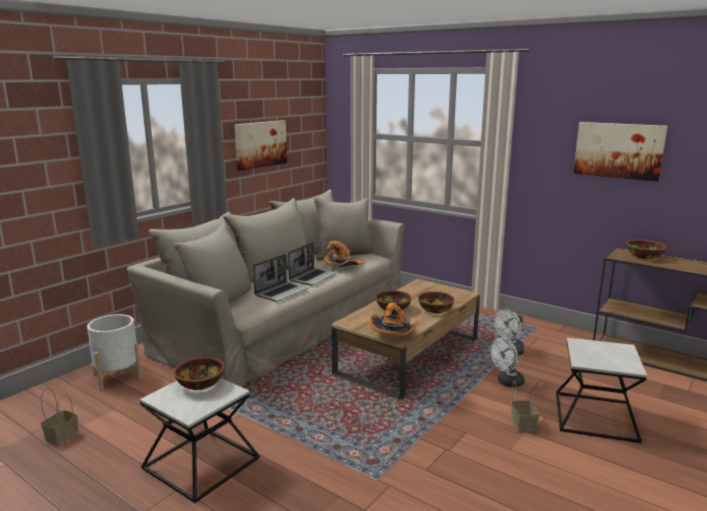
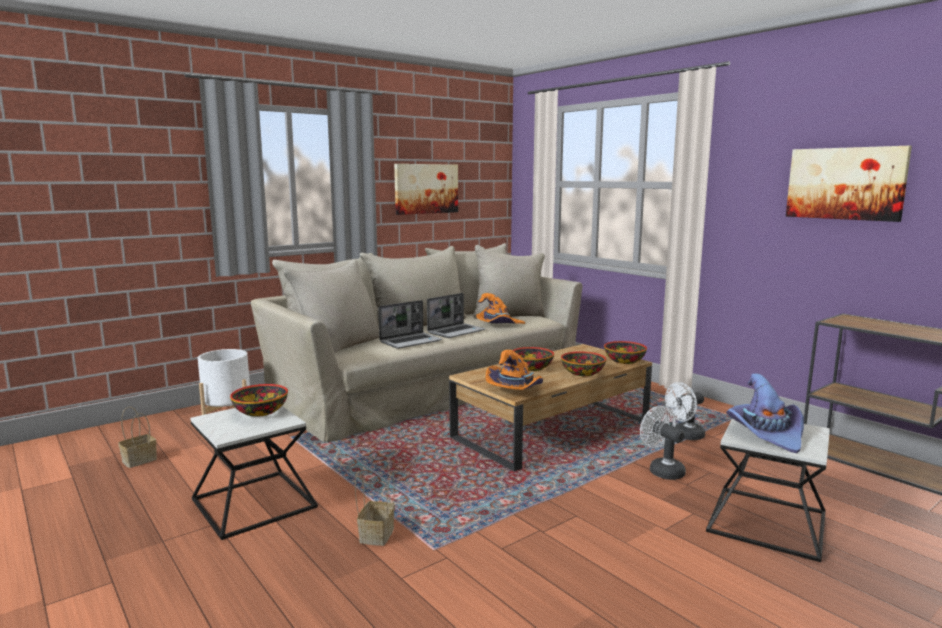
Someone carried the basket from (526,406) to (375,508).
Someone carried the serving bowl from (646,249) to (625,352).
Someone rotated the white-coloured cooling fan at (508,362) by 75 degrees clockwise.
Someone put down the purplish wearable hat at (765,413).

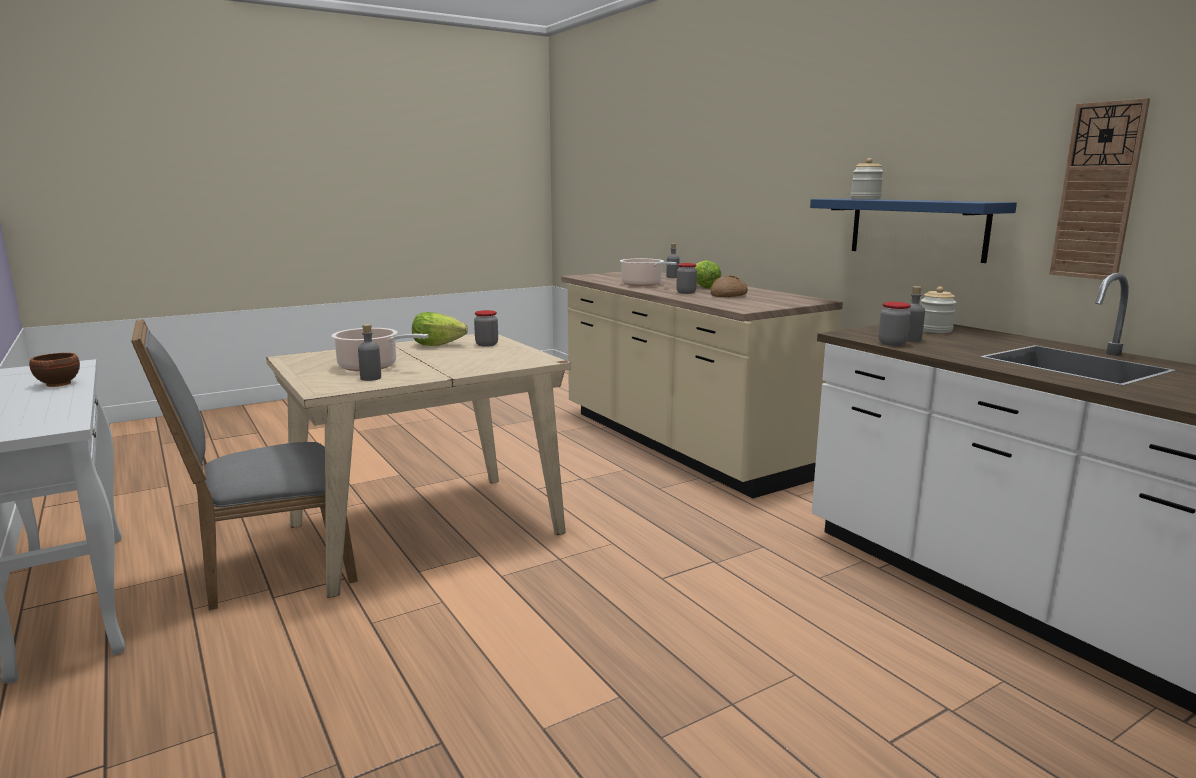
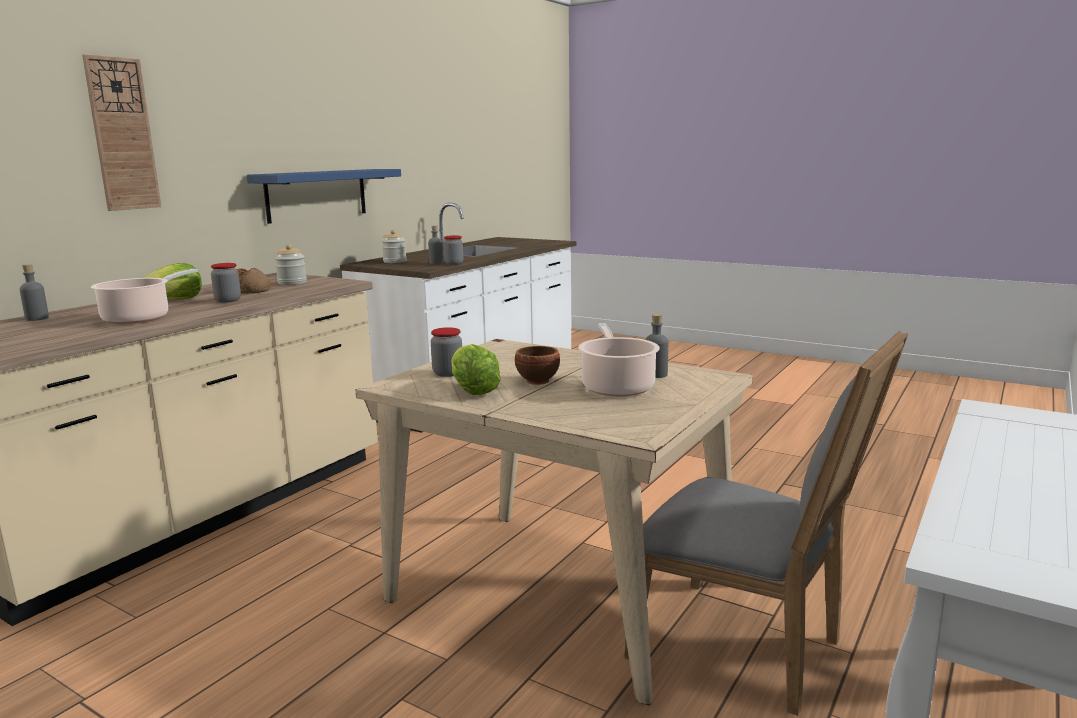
Someone carried the clock on the wall from (1099,189) to (121,132).
Someone carried the storage jar from (867,178) to (291,264).
Someone carried the brownish serving bowl from (54,370) to (537,365).

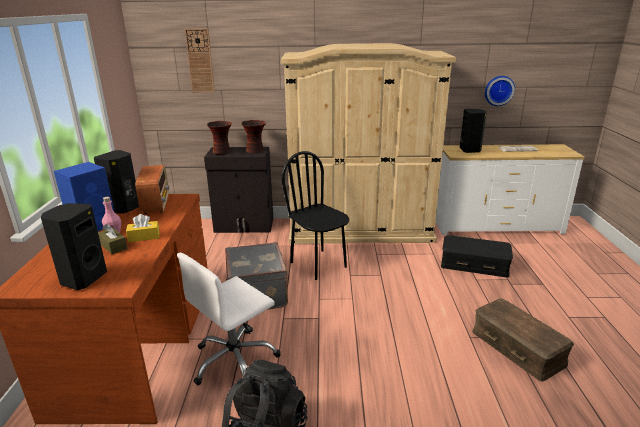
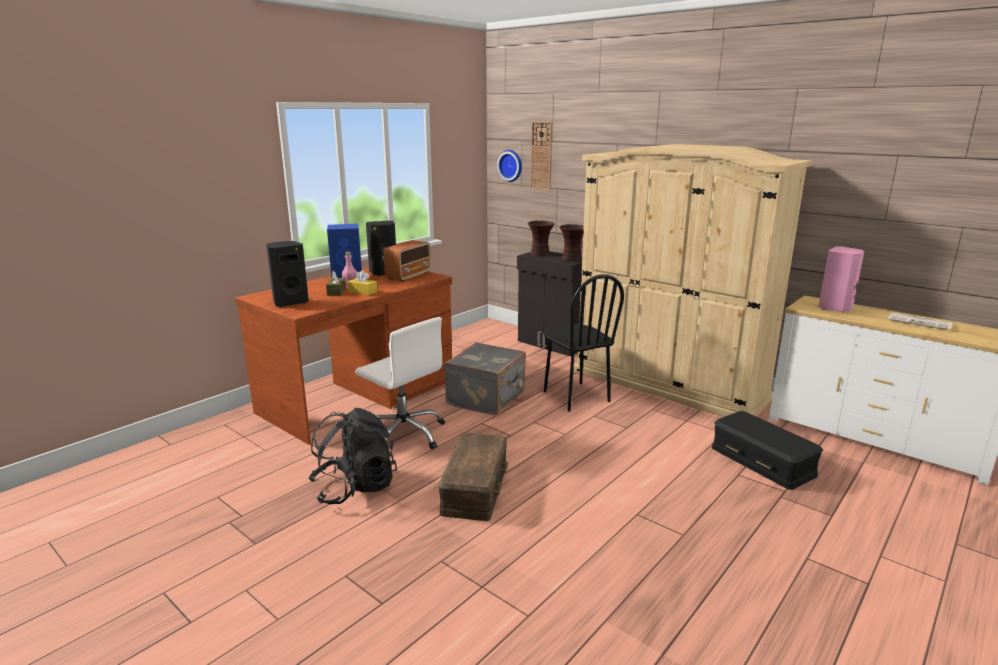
Someone rotated the white-coloured office chair at (229,319) by 135 degrees counterclockwise.
Someone carried the brownish storage bin from (523,340) to (473,477).
Someone carried the clock on the wall from (500,91) to (509,166).
Someone rotated the black chair at (315,215) by 150 degrees clockwise.
Someone repainted the black audio speaker at (473,131), which became the pink-coloured audio speaker at (841,280).

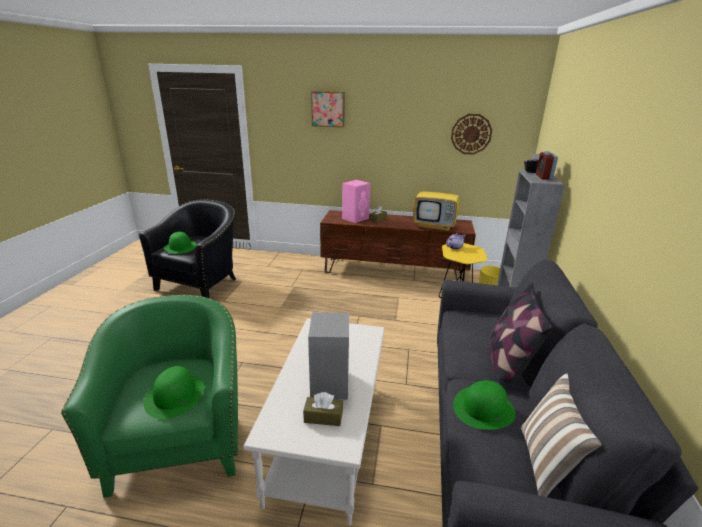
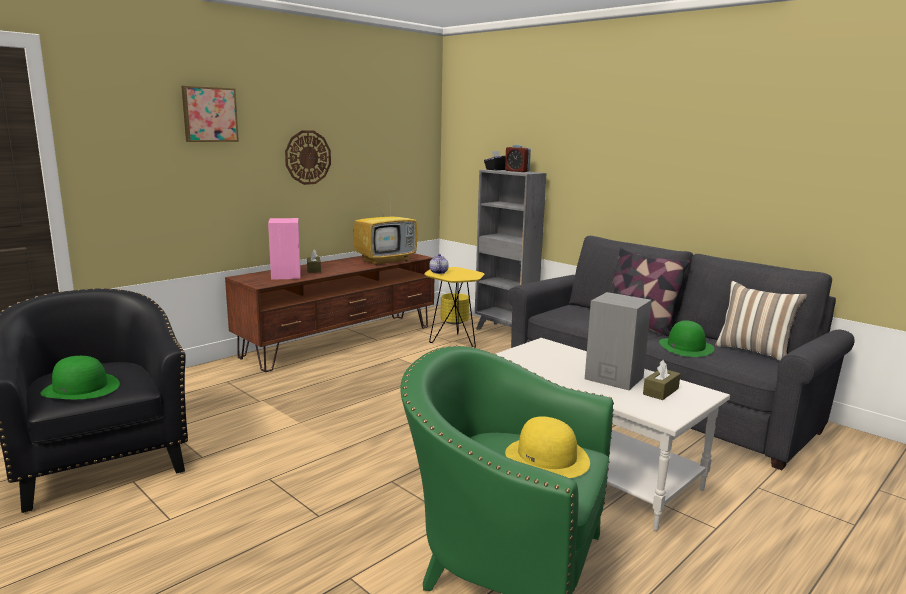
Someone carried the clock on the wall from (471,134) to (308,157).
Someone repainted the green wearable hat at (174,392), which became the yellow-coloured wearable hat at (547,447).

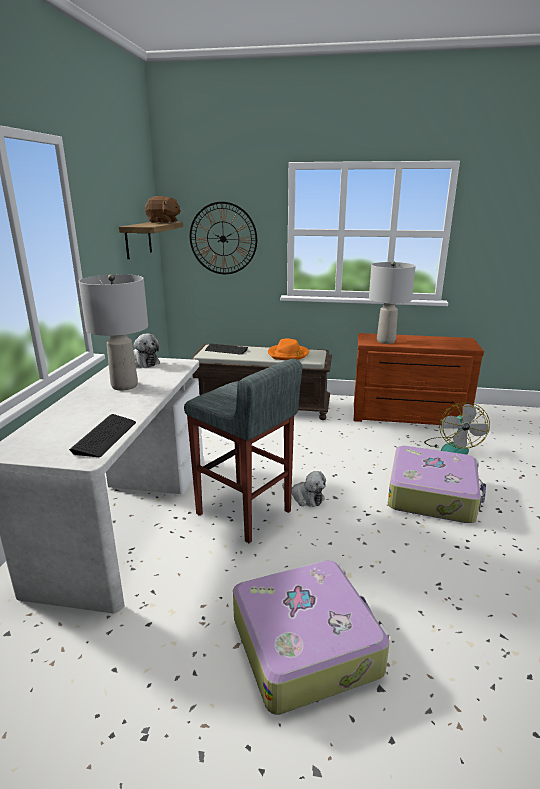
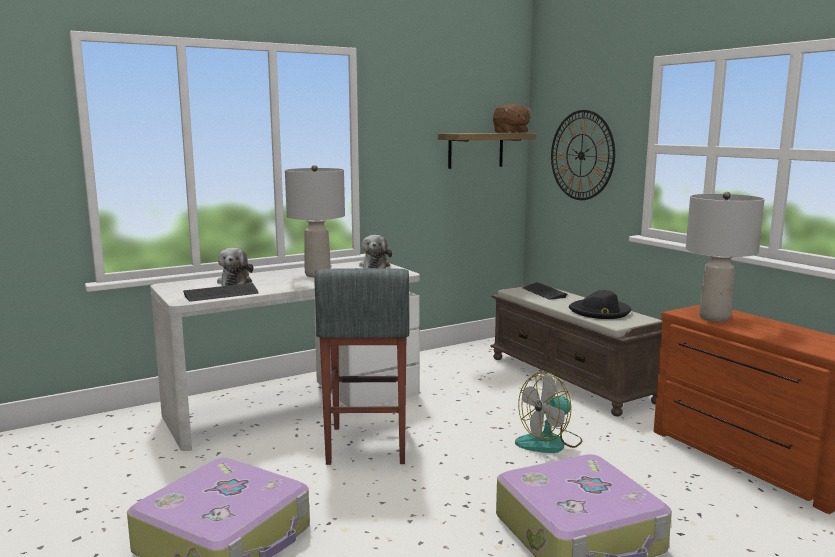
Someone carried the soft toy from (304,489) to (235,267).
Someone carried the cooling fan from (457,428) to (548,412).
Someone repainted the orange wearable hat at (288,349), which became the black wearable hat at (600,304).

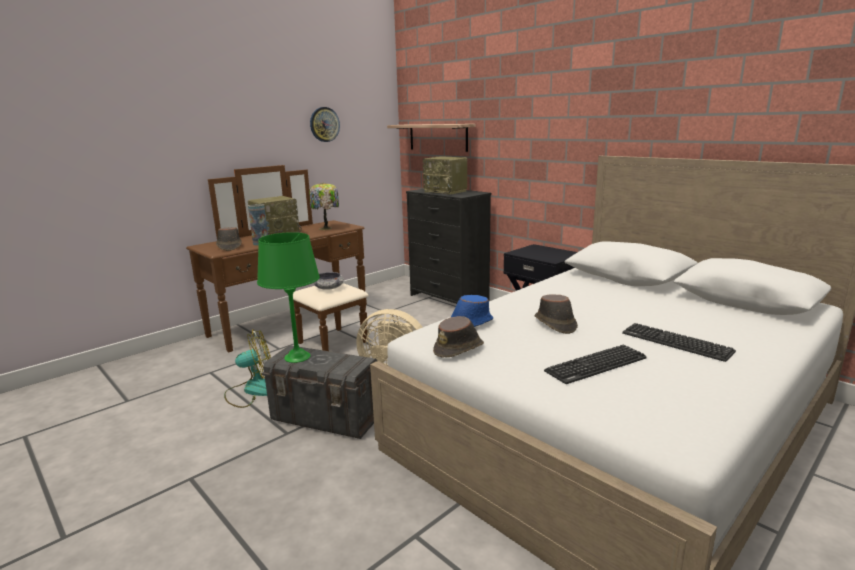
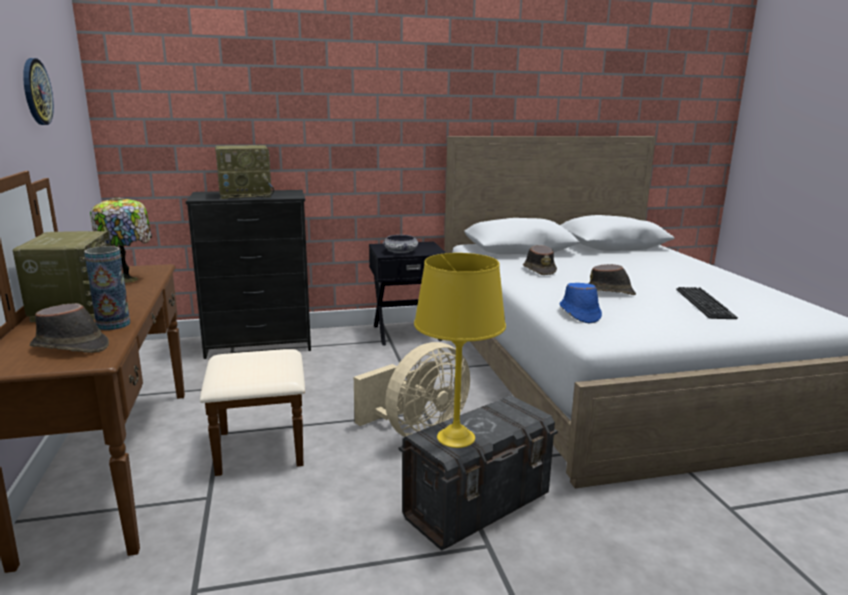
Someone carried the serving bowl from (328,281) to (400,244).
Someone repainted the green lamp for a table at (288,297), which became the yellow-coloured lamp for a table at (460,350).
Someone carried the brownish wearable hat from (458,337) to (540,260).
Someone took away the cooling fan at (247,368).
Someone took away the bracket shelf at (431,138).
Someone took away the PC keyboard at (679,342).

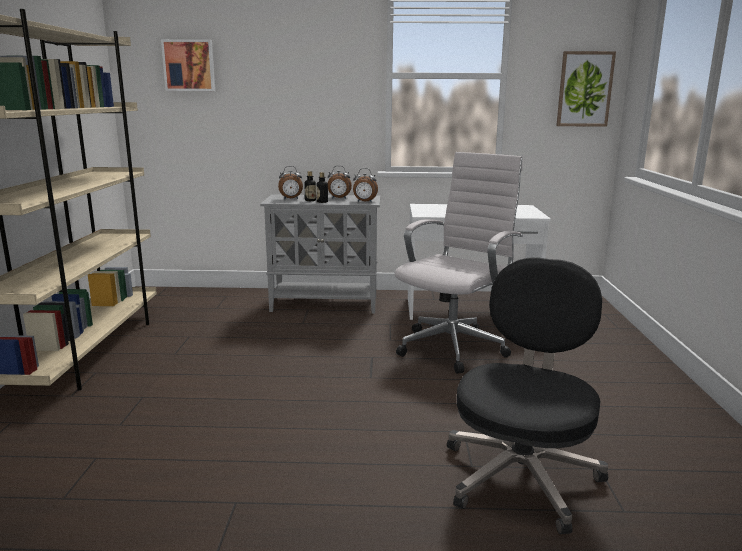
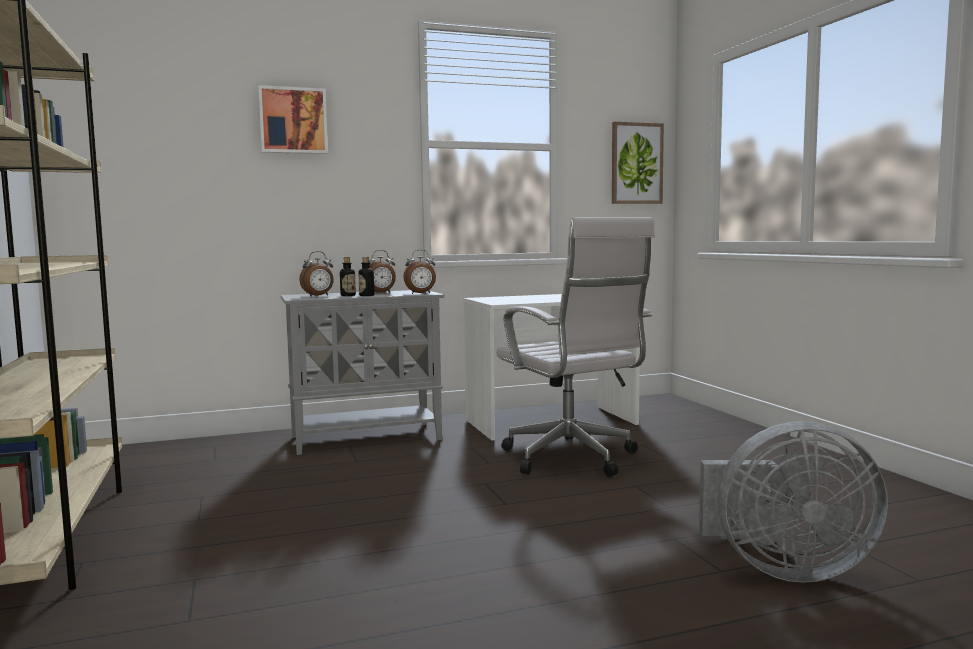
Someone carried the wall picture from (188,65) to (293,119).
Someone rotated the white-coloured office chair at (458,263) by 135 degrees clockwise.
Someone swapped the black office chair at (527,395) for the gray cooling fan at (793,502).

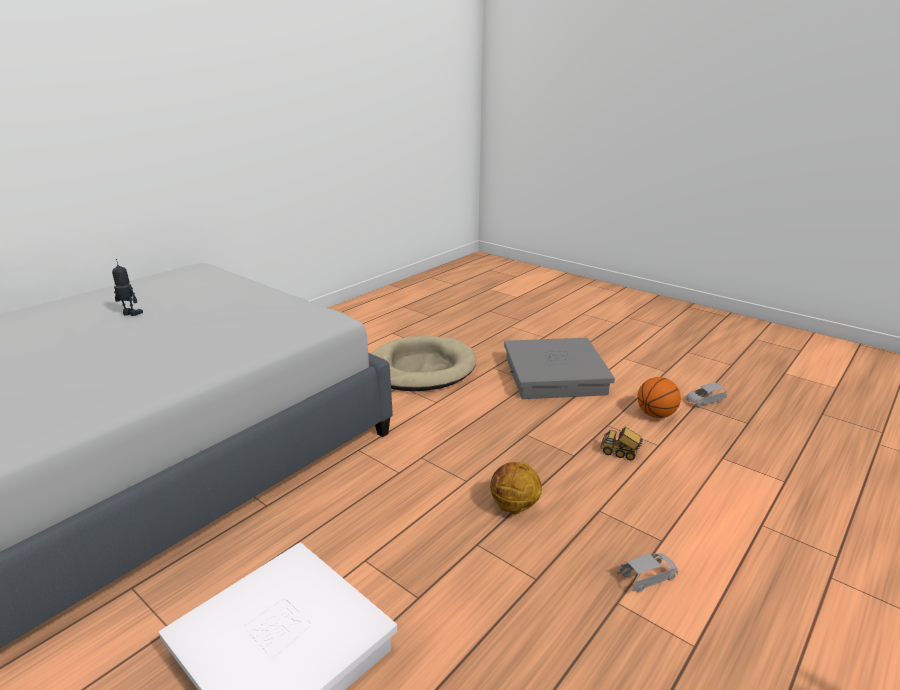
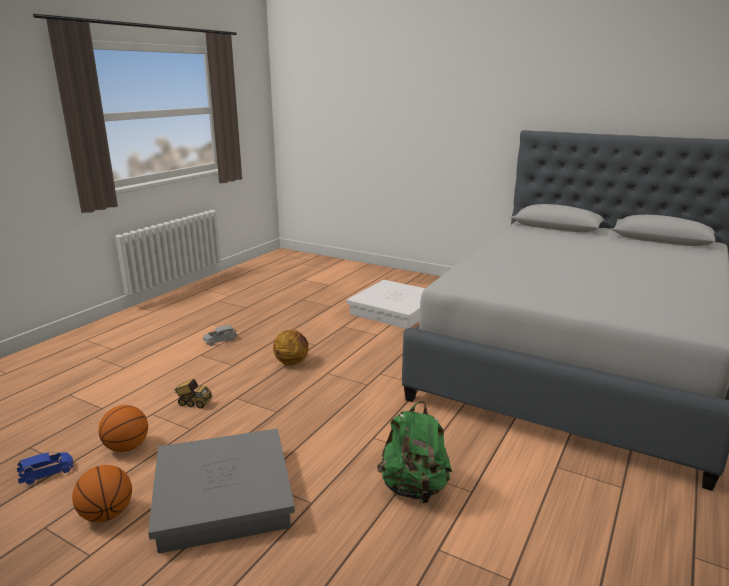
Someone repainted the gray model car at (706,395), which became the blue-coloured model car at (45,468).
Someone put down the ball for basketball at (102,493).
Someone swapped the sand-coloured dog cushion at (423,363) for the green rucksack at (414,452).
Someone took away the robot figure at (127,287).

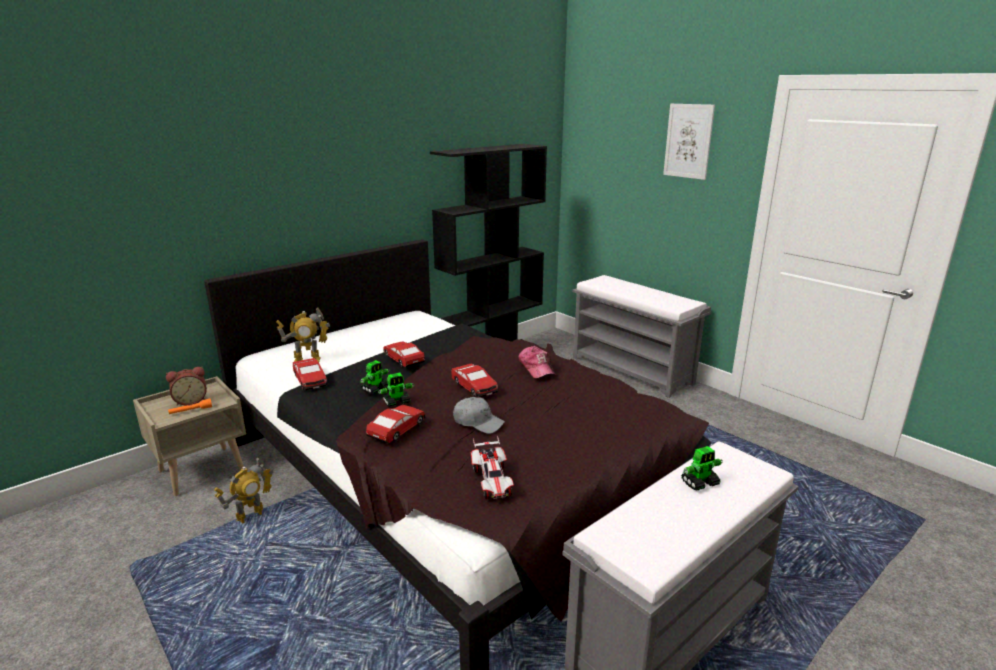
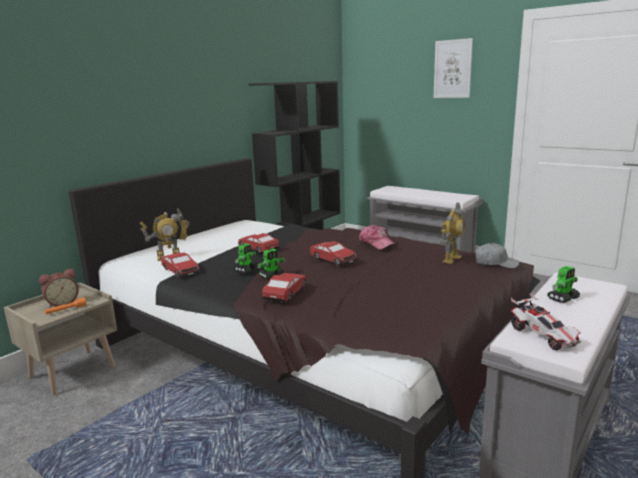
Someone carried the robot figure from (244,490) to (452,233).
Someone carried the gray peaked cap from (479,415) to (497,256).
Someone carried the model car from (492,467) to (546,321).

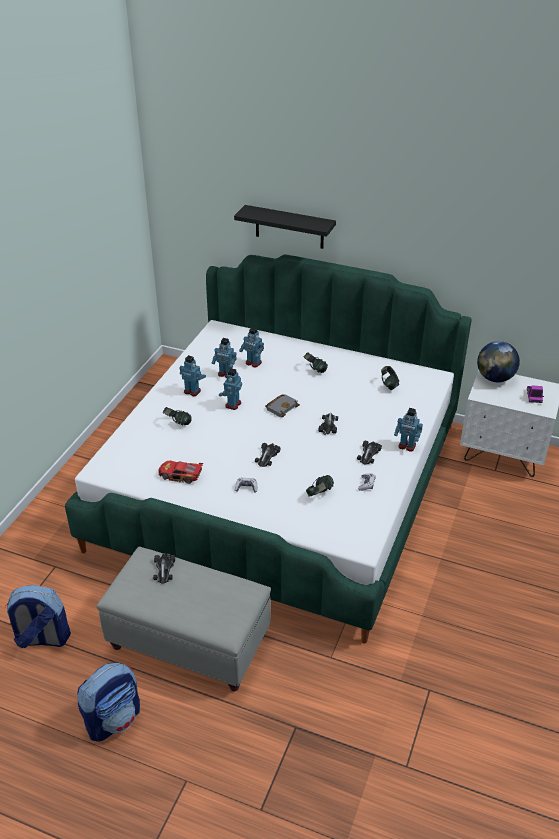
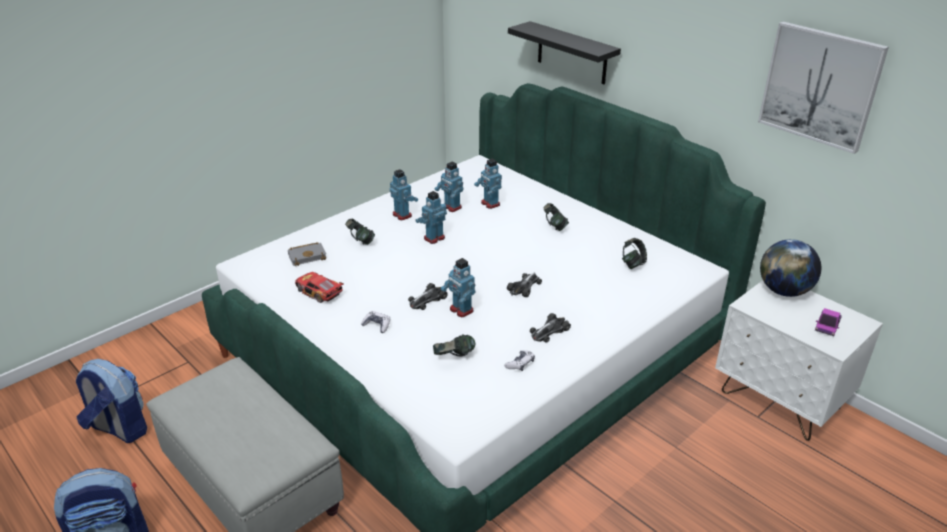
Someone carried the gray book from (282,405) to (307,254).
Someone carried the robot figure from (408,429) to (458,287).
Someone put up the wall picture at (823,88).
Someone took away the model car at (164,568).

